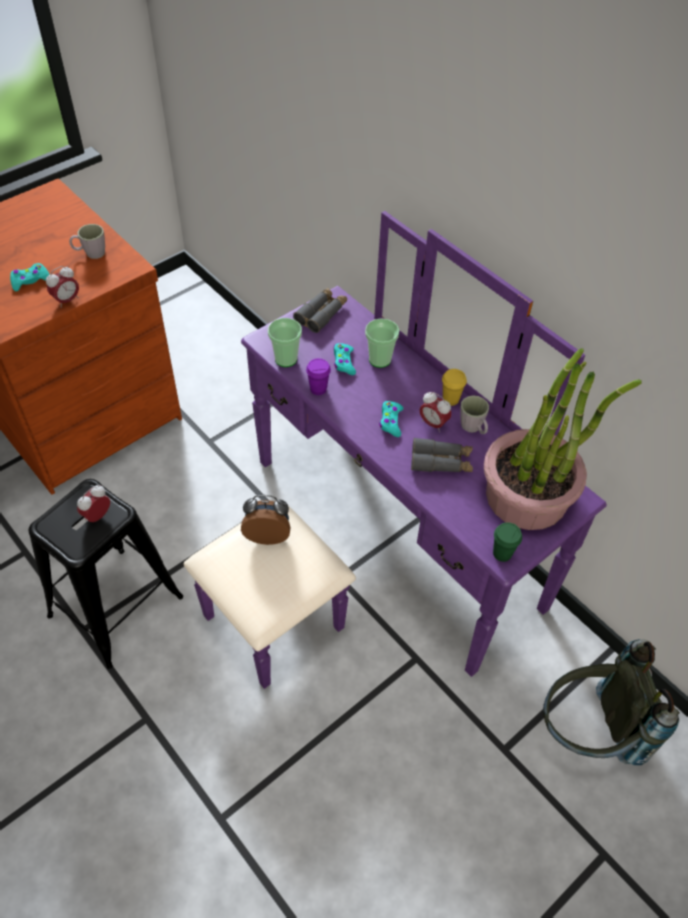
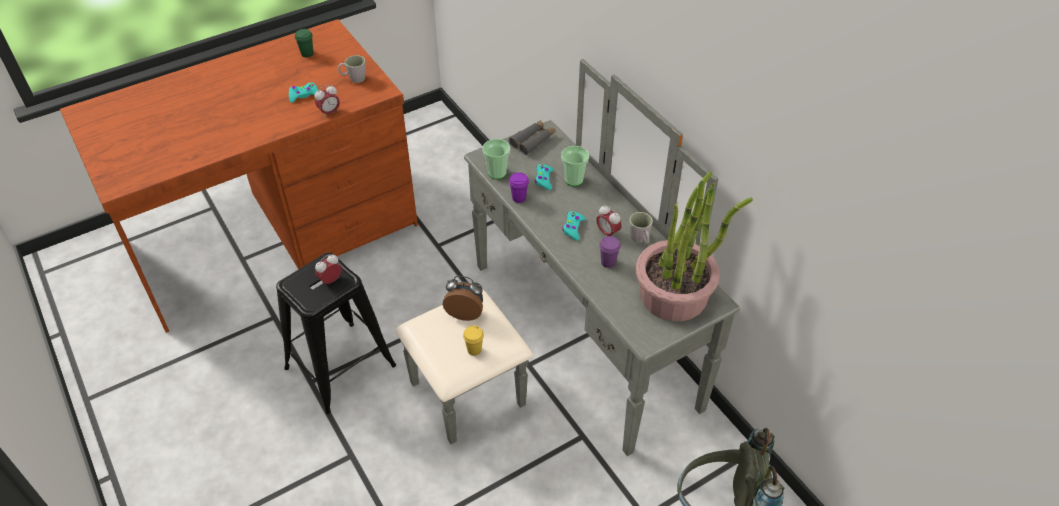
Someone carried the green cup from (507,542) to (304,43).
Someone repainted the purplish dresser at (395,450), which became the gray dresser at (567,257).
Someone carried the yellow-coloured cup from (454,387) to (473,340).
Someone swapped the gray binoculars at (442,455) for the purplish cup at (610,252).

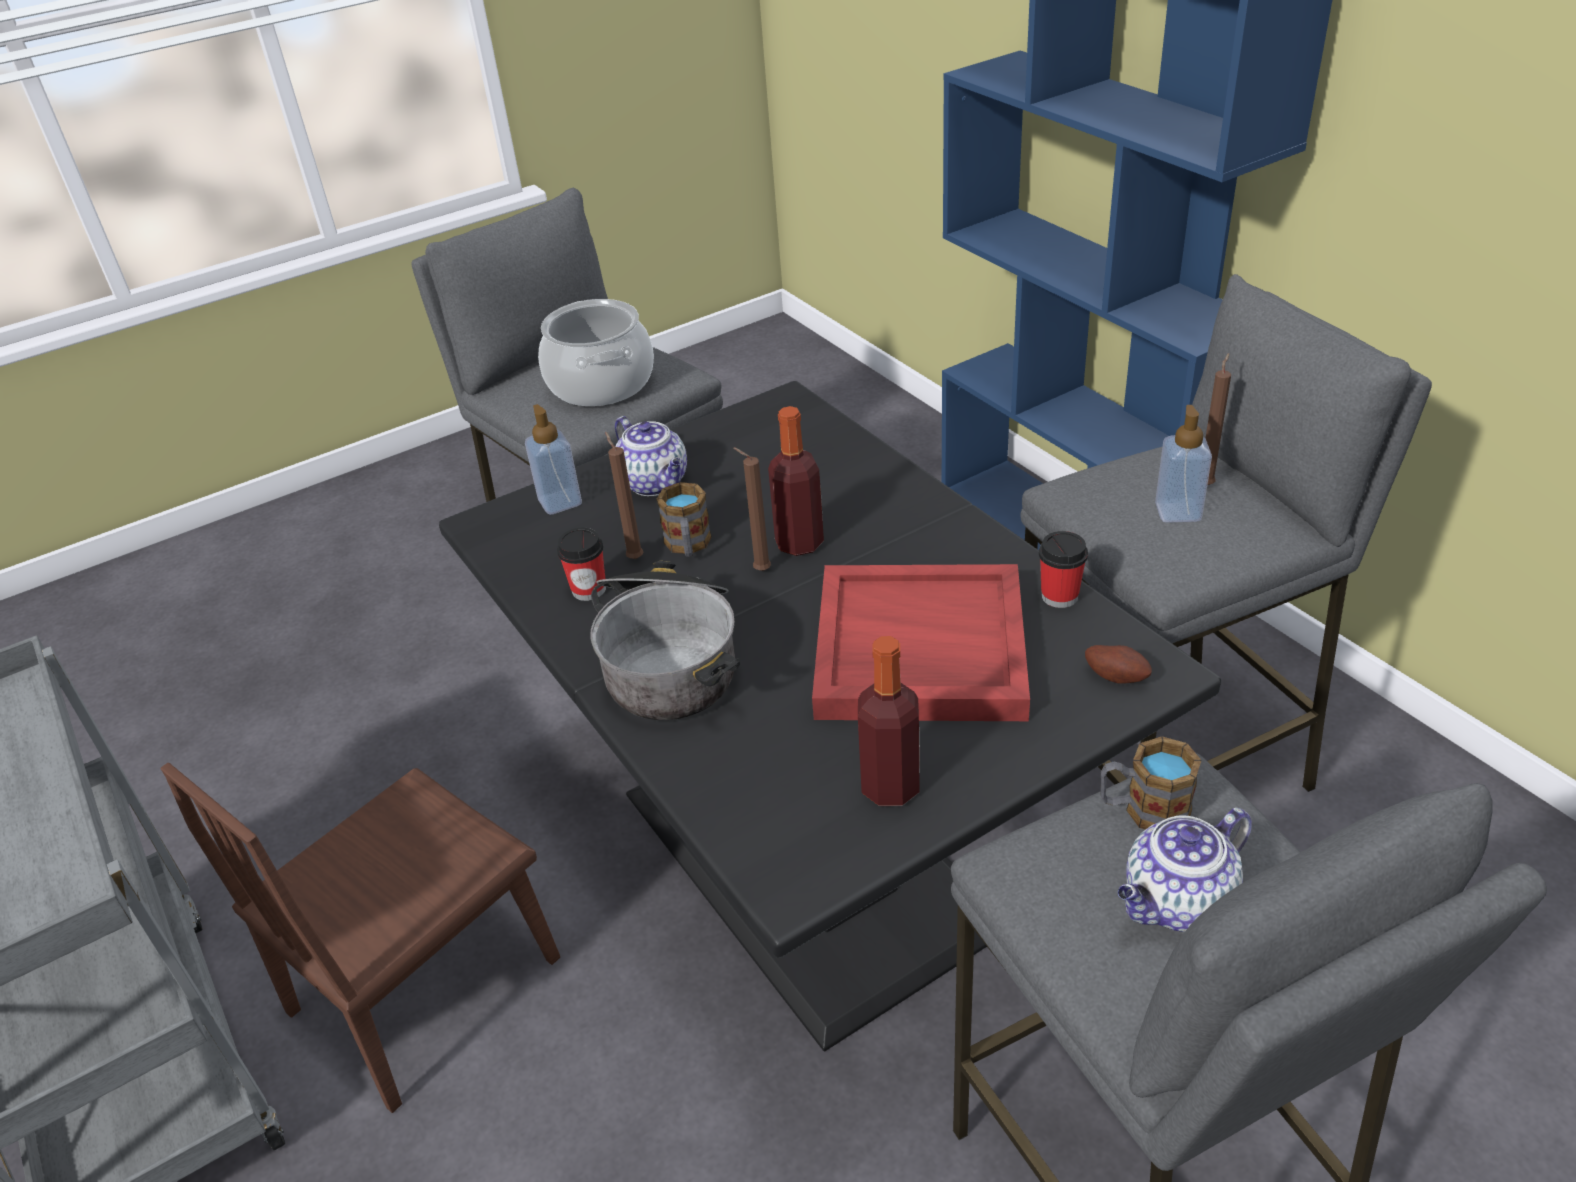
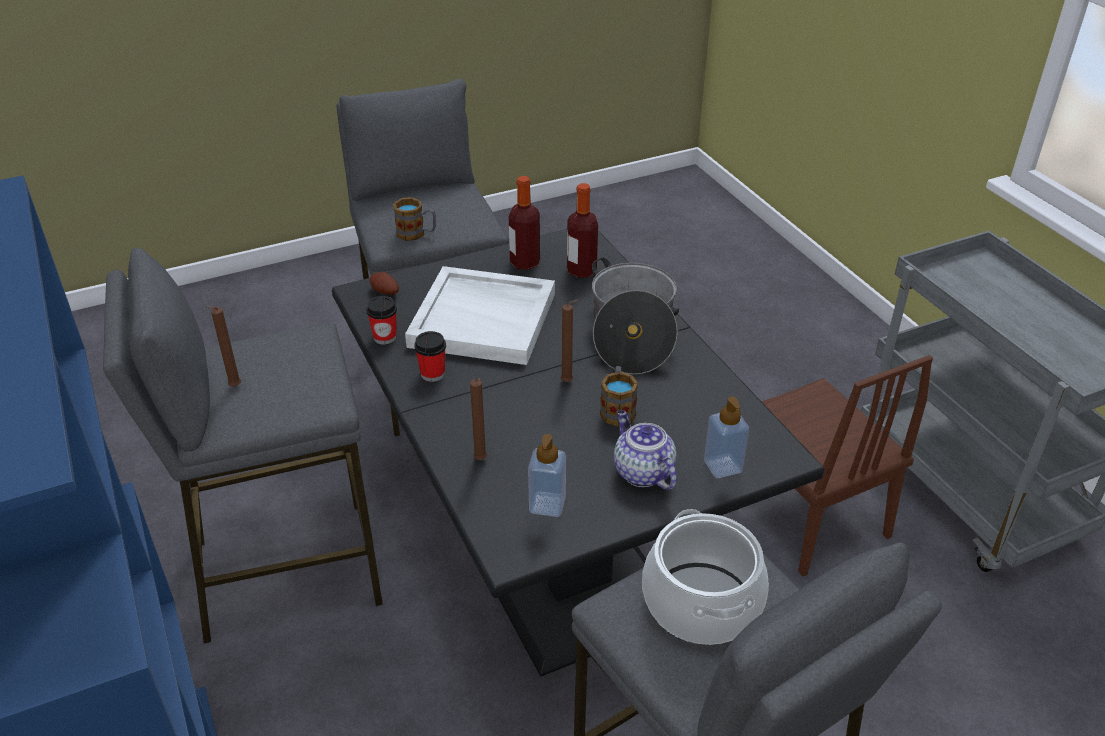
Someone repainted the red tray at (921,642), which became the white-coloured tray at (480,315).
Someone carried the cup from (581,564) to (430,356).
Someone carried the brownish wax candle from (624,495) to (478,419).
Someone carried the soap bottle from (1183,464) to (547,475).
Someone carried the beverage bottle from (796,481) to (582,230).
Someone rotated the brownish chair at (360,938) by 105 degrees clockwise.
Someone took away the pot for tea at (1185,870).

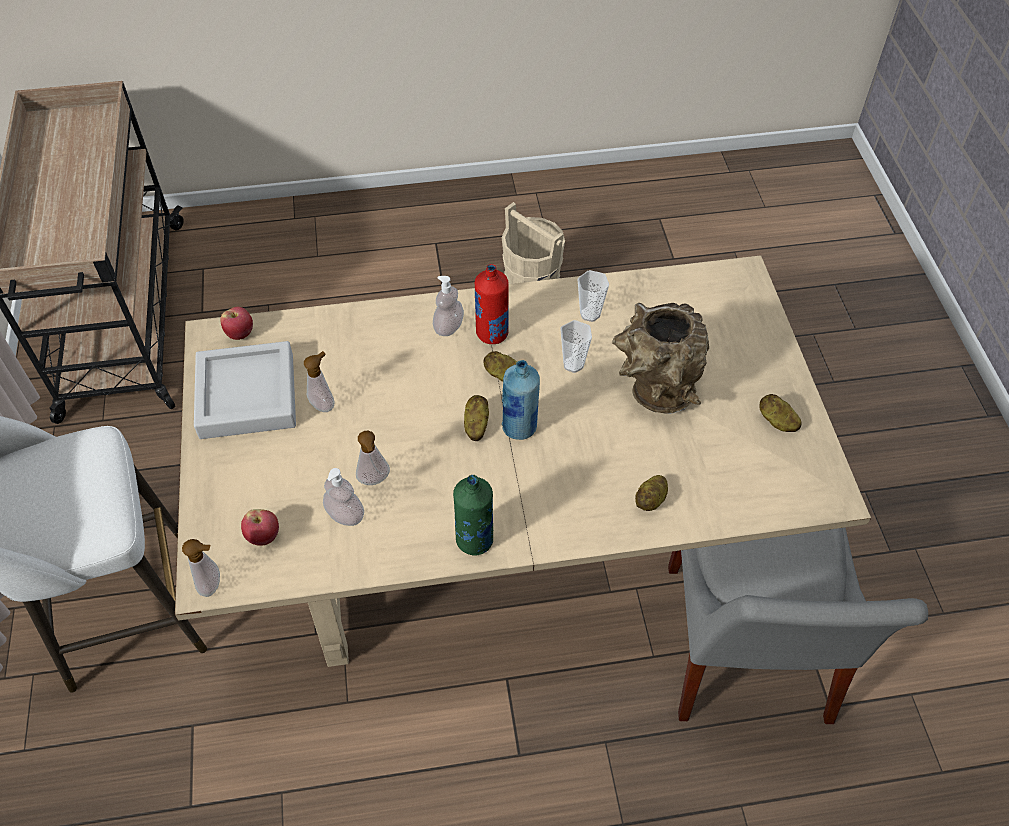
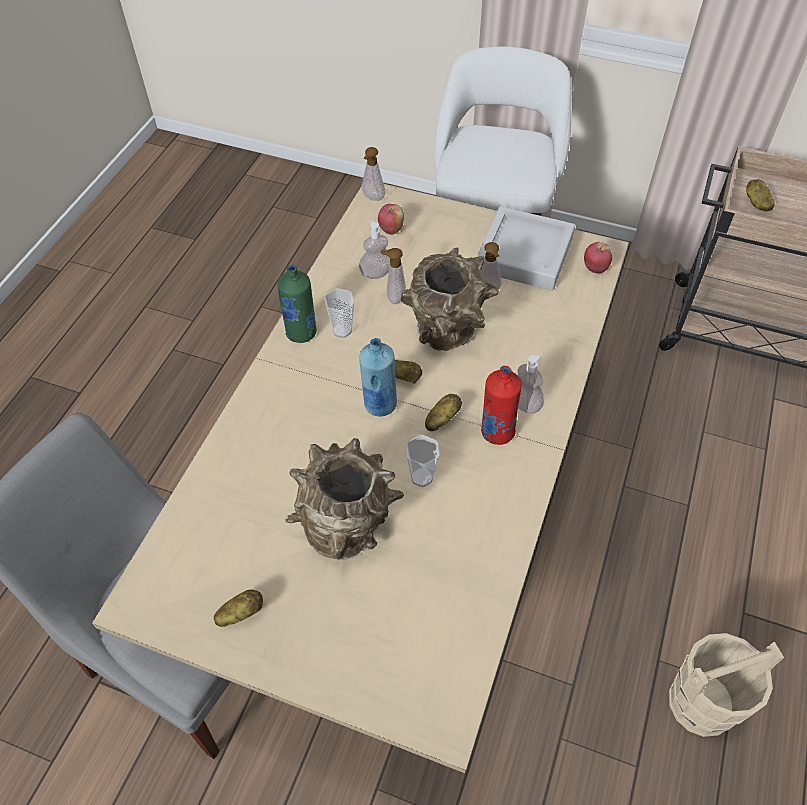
Someone carried the cup from (593,296) to (339,313).
Someone put down the brownish decorative vase at (450,299).
Someone carried the potato from (651,493) to (760,195).

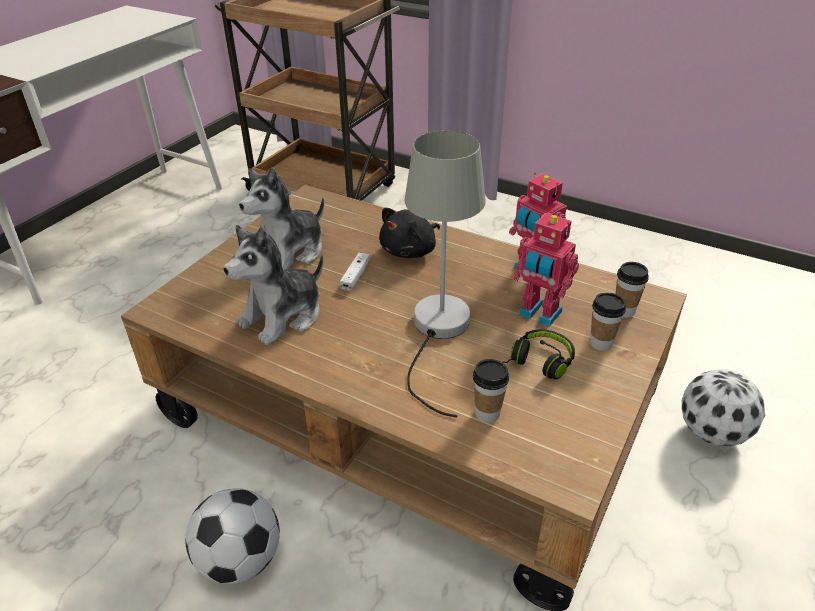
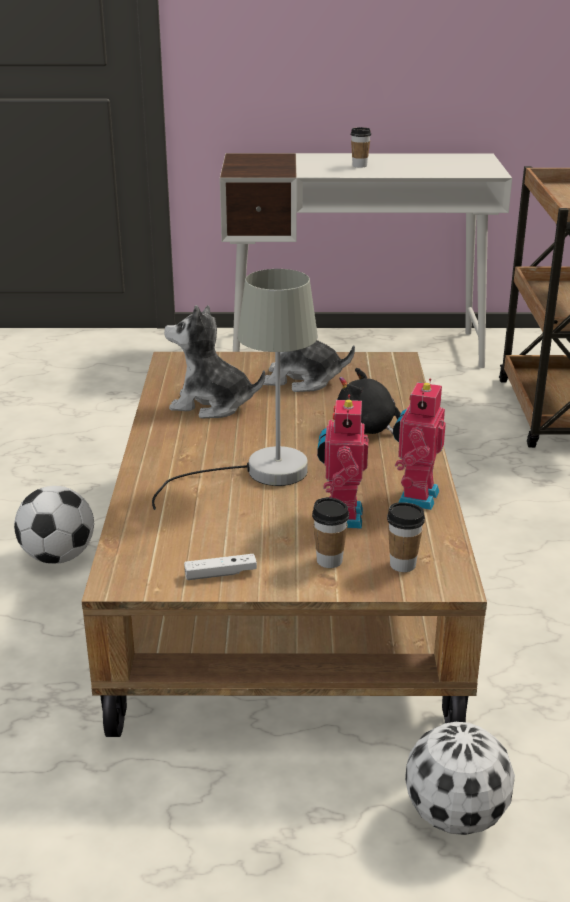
Someone carried the white-coloured game controller from (355,271) to (220,567).
Someone carried the cup from (491,391) to (360,147).
Someone took away the black pair of headphones at (538,354).

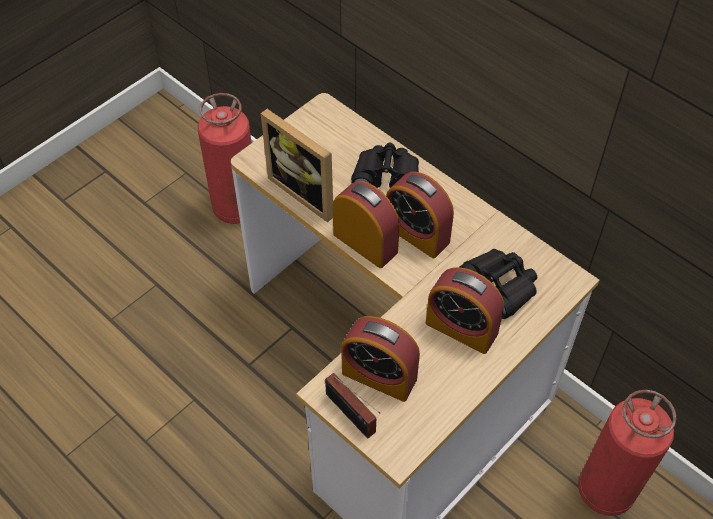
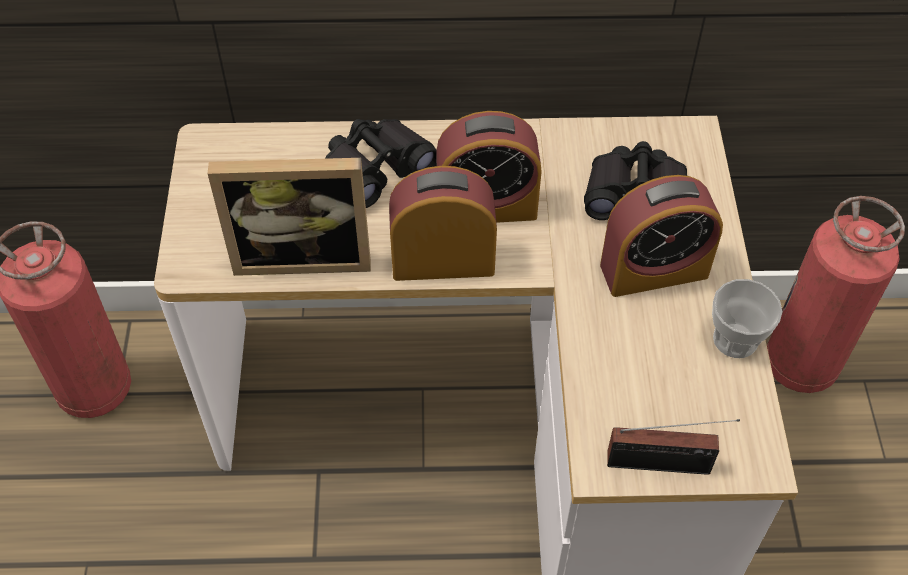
Someone put down the cup at (747,318).
Someone took away the table clock at (380,359).

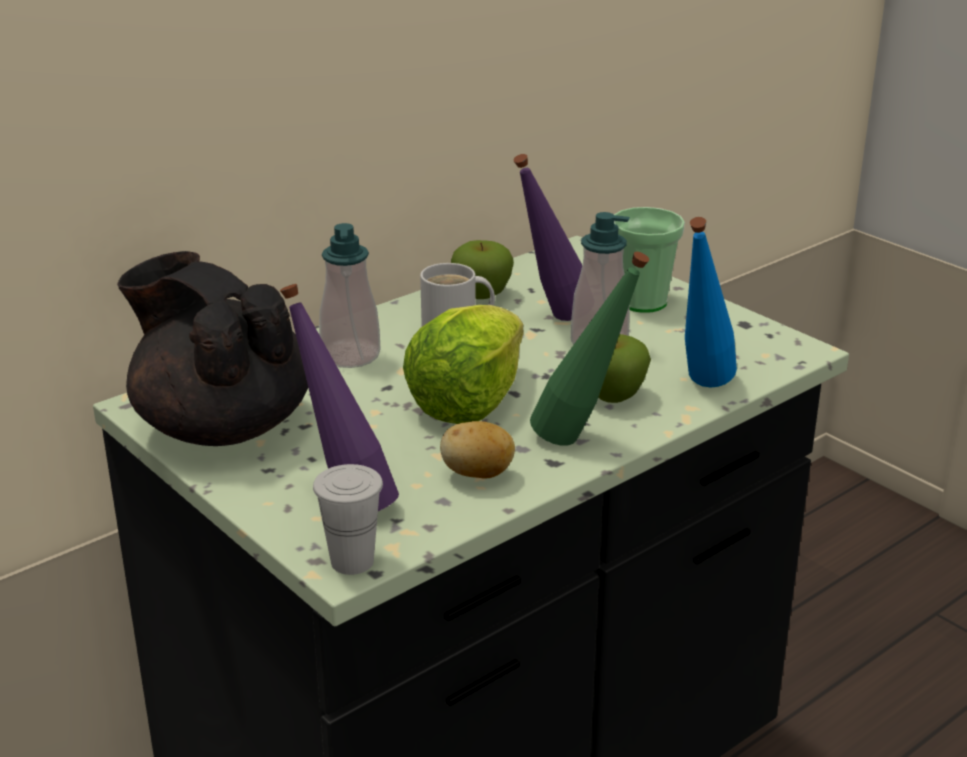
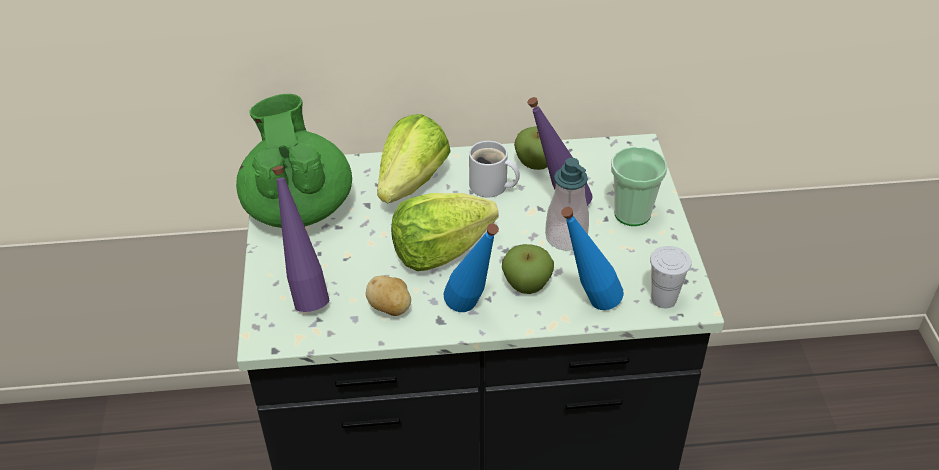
Someone repainted the black pot for tea at (212,348), which became the green pot for tea at (294,161).
Someone swapped the soap bottle at (349,295) for the head of lettuce at (414,158).
Someone repainted the green beverage bottle at (589,349), which became the blue-coloured beverage bottle at (471,267).
Someone carried the white-coloured cup from (348,519) to (671,277).

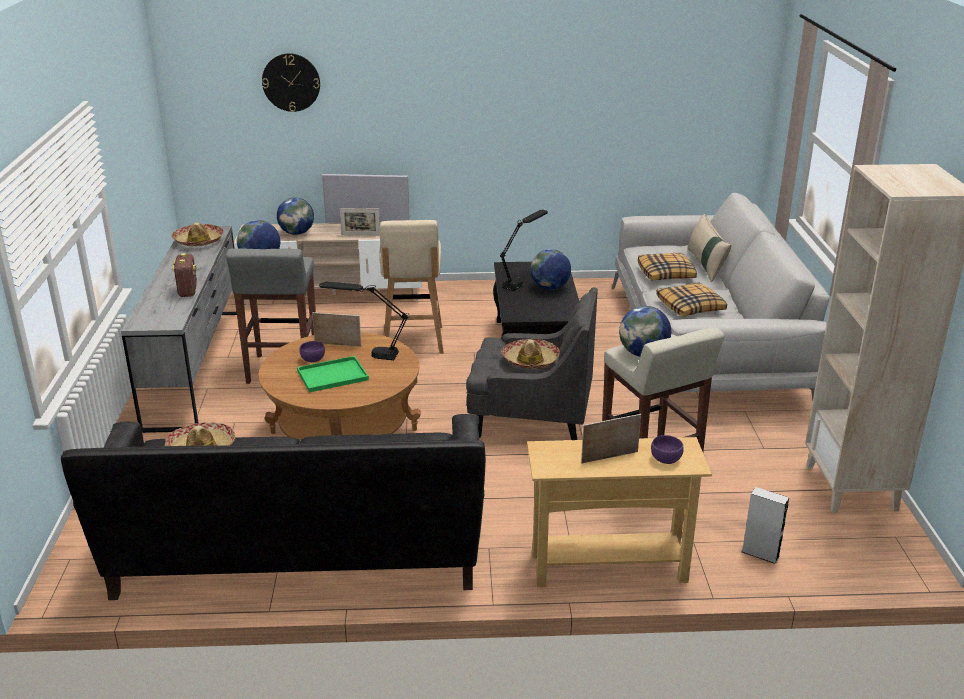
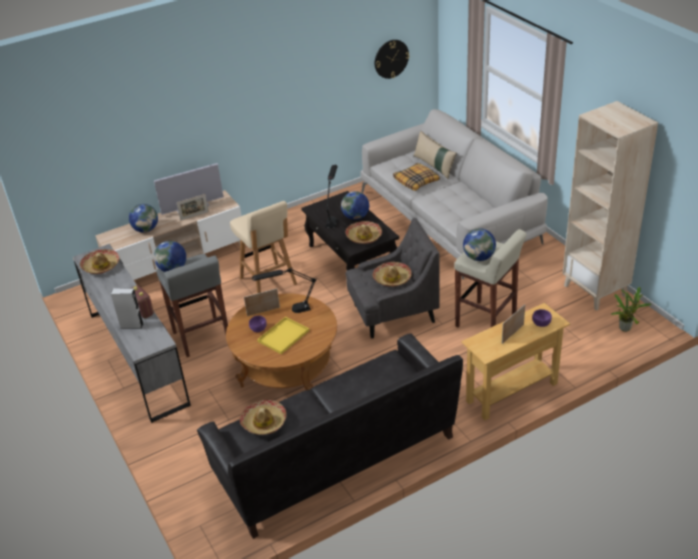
Someone carried the gray audio speaker from (765,525) to (127,308).
Someone repainted the green tray at (333,374), which became the yellow-coloured tray at (283,335).
Someone put down the wearable hat at (364,232).
Someone carried the clock on the wall from (291,82) to (392,59).
Someone put down the plant in a pot at (631,309).
Someone took away the throw pillow at (691,299).

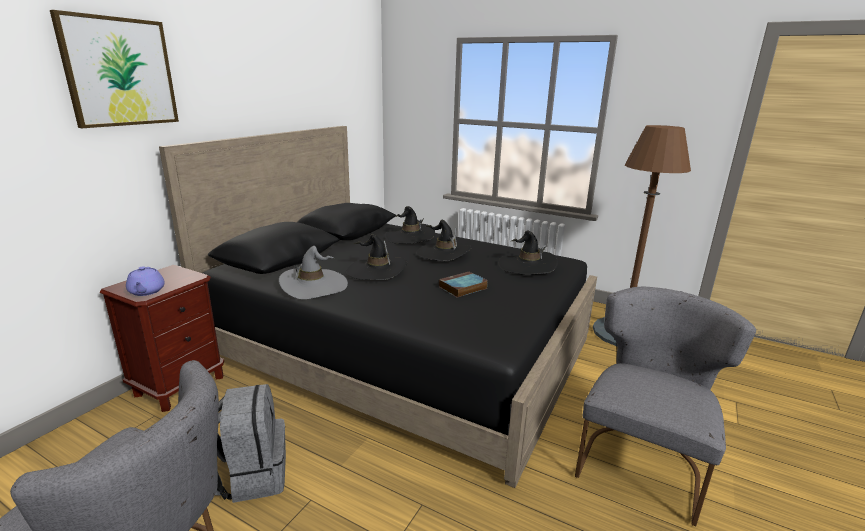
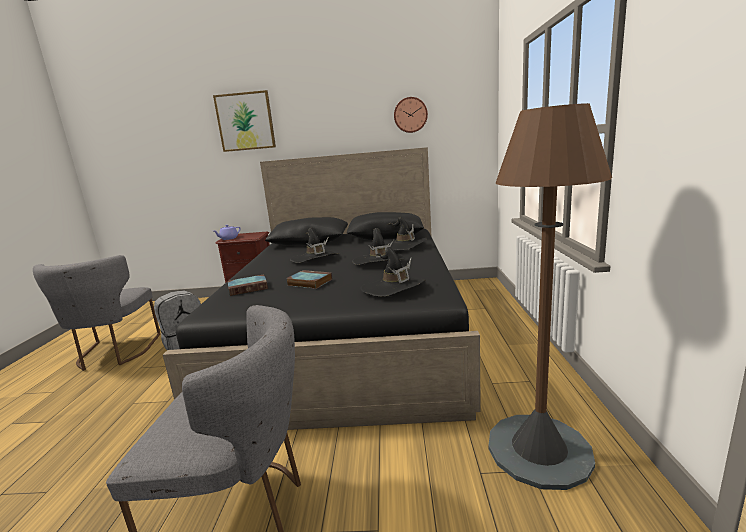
Someone put down the book at (248,285).
Someone put up the clock on the wall at (411,115).
Someone took away the gray wearable hat at (313,272).

